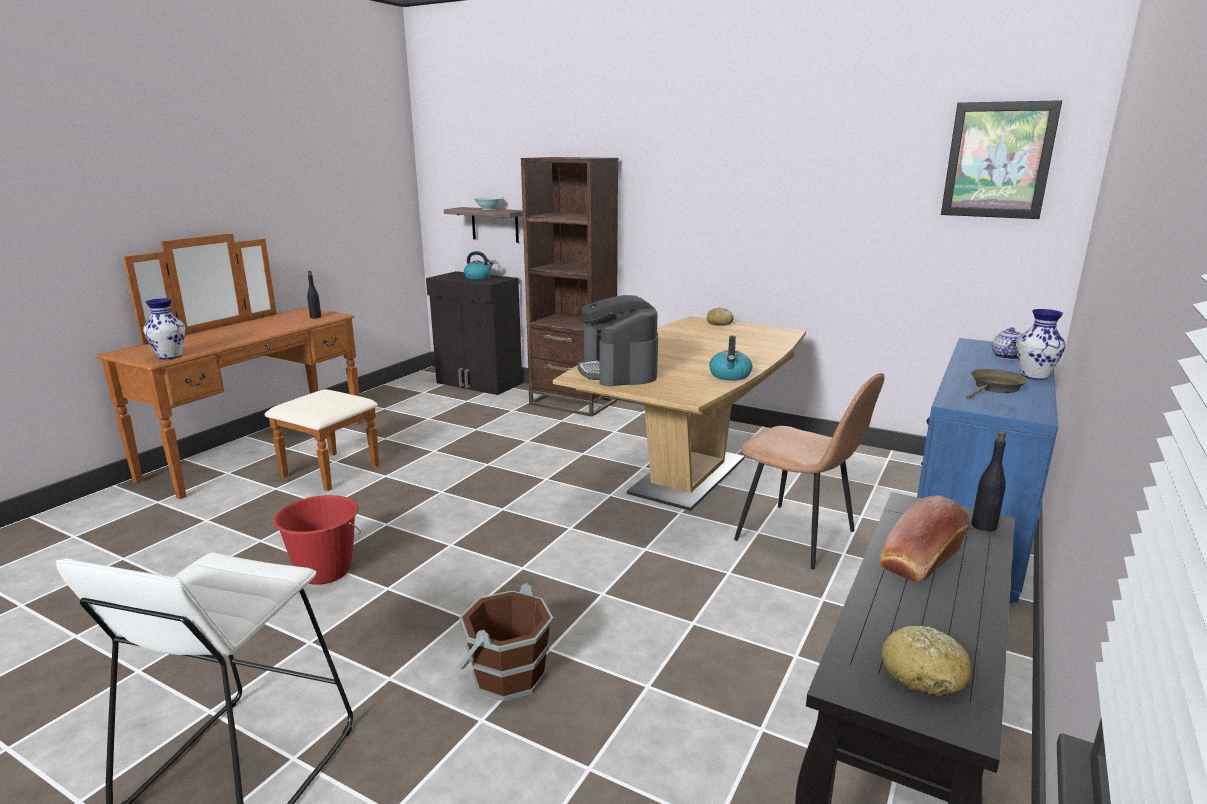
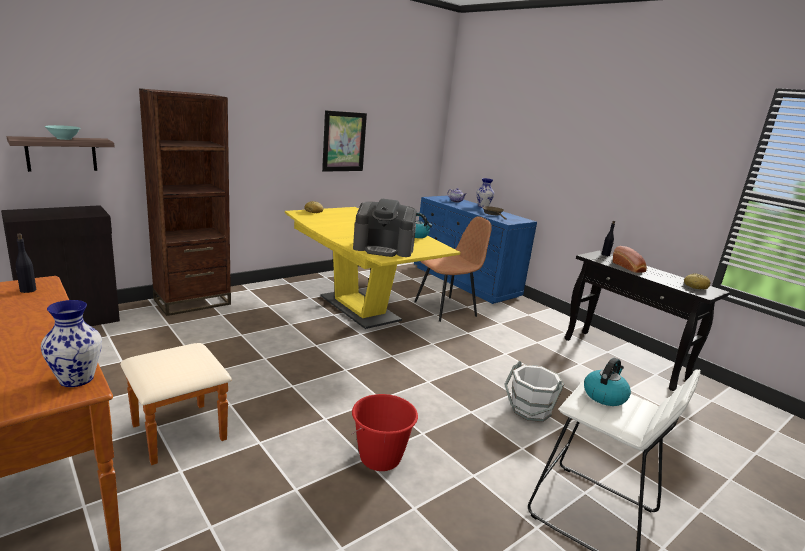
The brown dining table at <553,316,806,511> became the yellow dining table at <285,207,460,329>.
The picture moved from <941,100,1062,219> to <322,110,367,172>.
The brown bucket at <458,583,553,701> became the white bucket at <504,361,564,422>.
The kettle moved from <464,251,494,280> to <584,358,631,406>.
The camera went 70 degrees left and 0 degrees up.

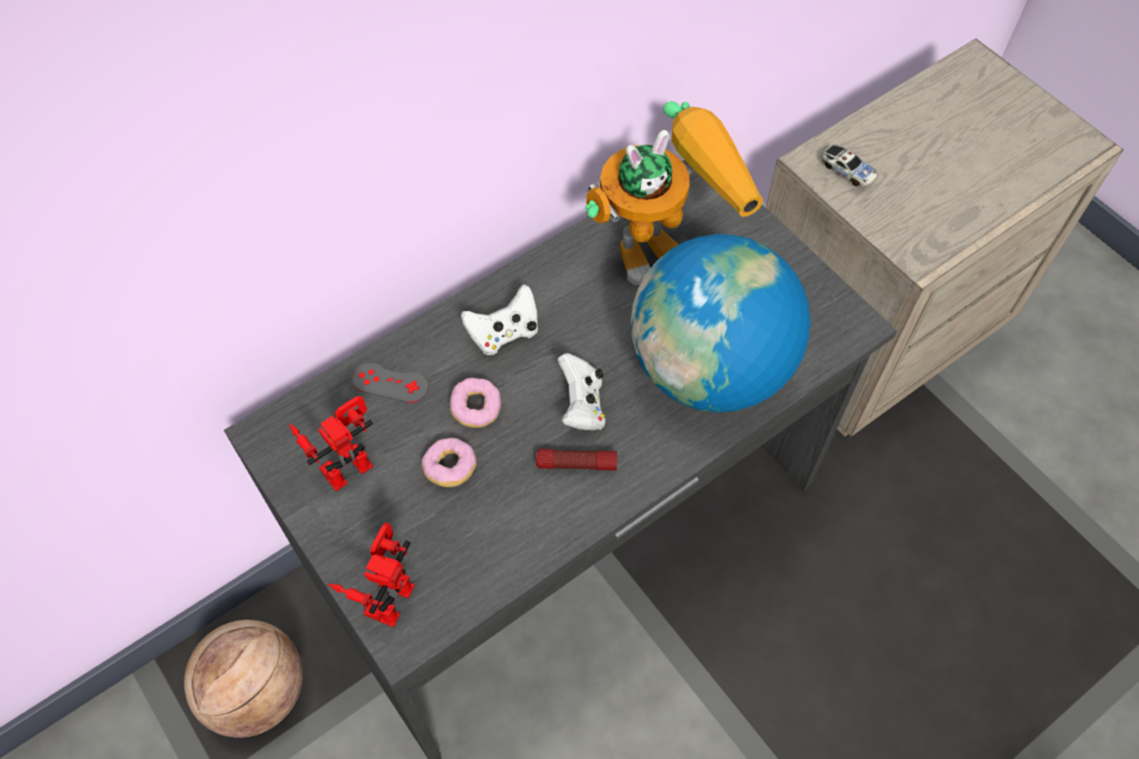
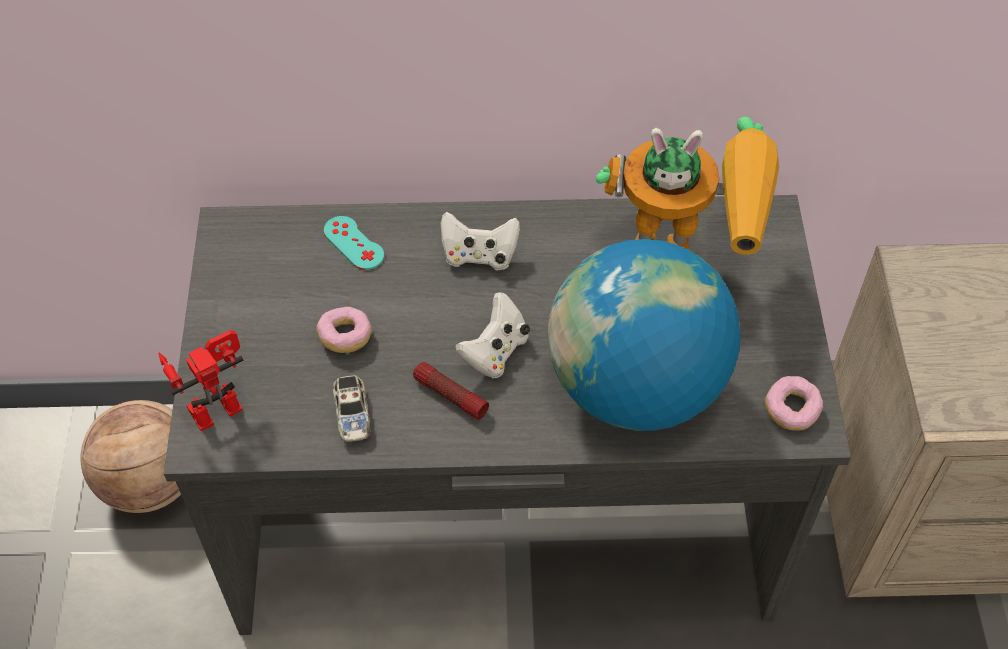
The grey game controller at <352,363,428,403> became the turquoise game controller at <324,216,384,270>.
The toy car moved from <821,145,878,186> to <333,375,371,442>.
The donut moved from <450,378,501,428> to <765,376,823,431>.
The toy robot at <289,396,373,491> disappeared.
The camera went 35 degrees right and 5 degrees down.

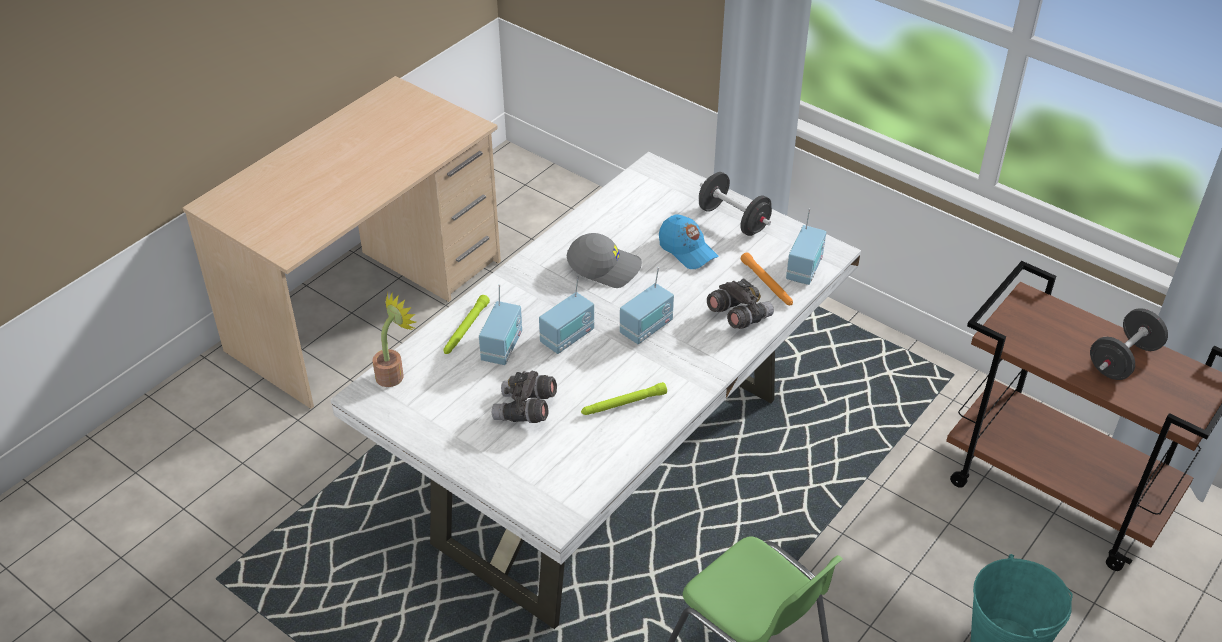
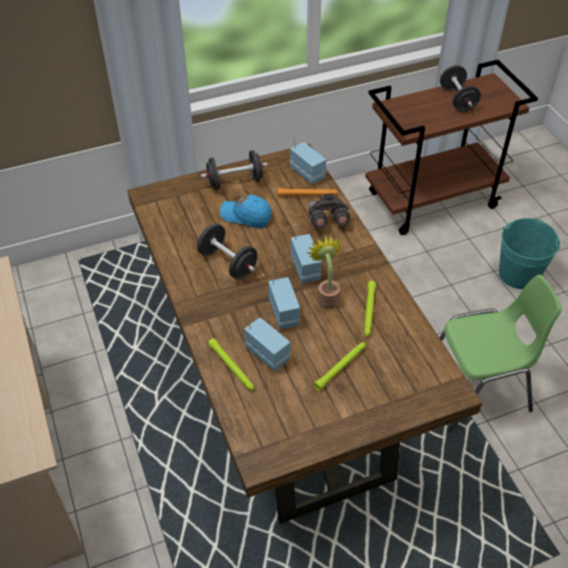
The white dining table at <330,152,861,629> became the brown dining table at <127,143,483,524>.
The grey cap at <567,233,642,288> was replaced by the black dumbbell at <197,224,257,279>.
The blue cap at <659,215,719,269> turned 150 degrees counterclockwise.
The potted plant moved from <373,291,417,387> to <307,236,342,309>.
The grey binoculars at <492,371,557,423> was replaced by the green flashlight at <314,342,366,391>.
The camera went 60 degrees left and 5 degrees up.

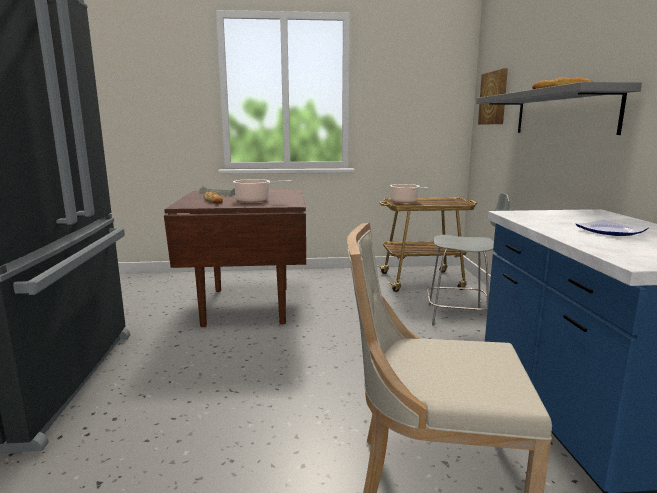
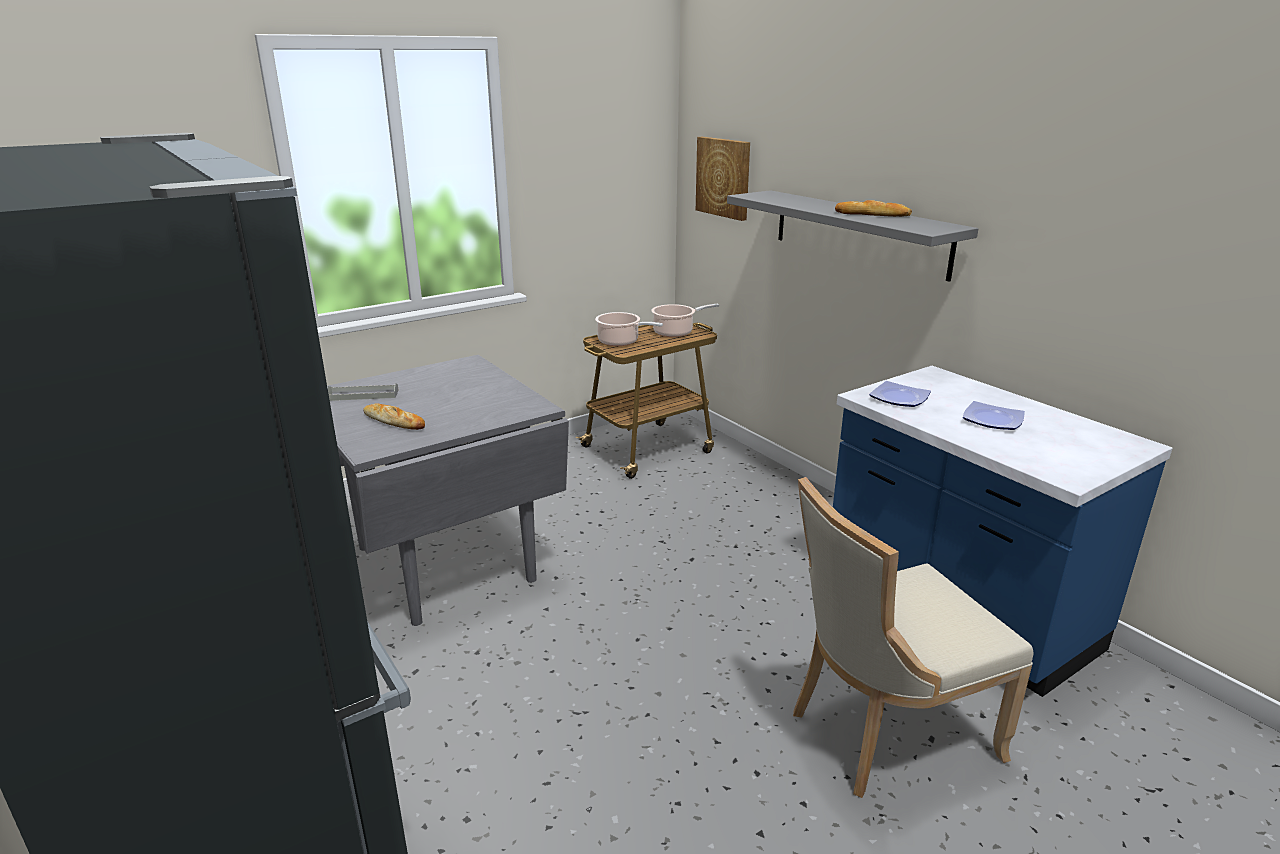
The brown dining table at <164,190,306,327> became the grey dining table at <327,355,569,626>.
The cooking pot moved from <233,179,292,203> to <651,304,719,337>.
The plate at <869,381,931,407> appeared.
The grey chair at <427,193,510,326> disappeared.
The camera went 30 degrees left and 10 degrees up.

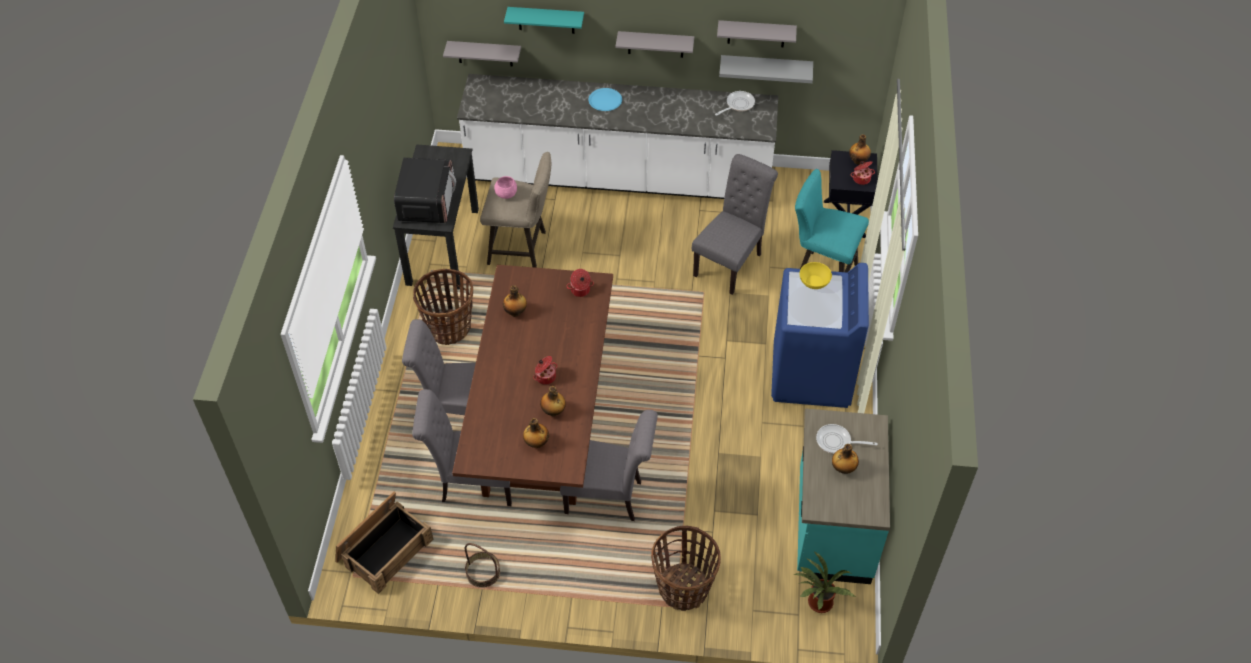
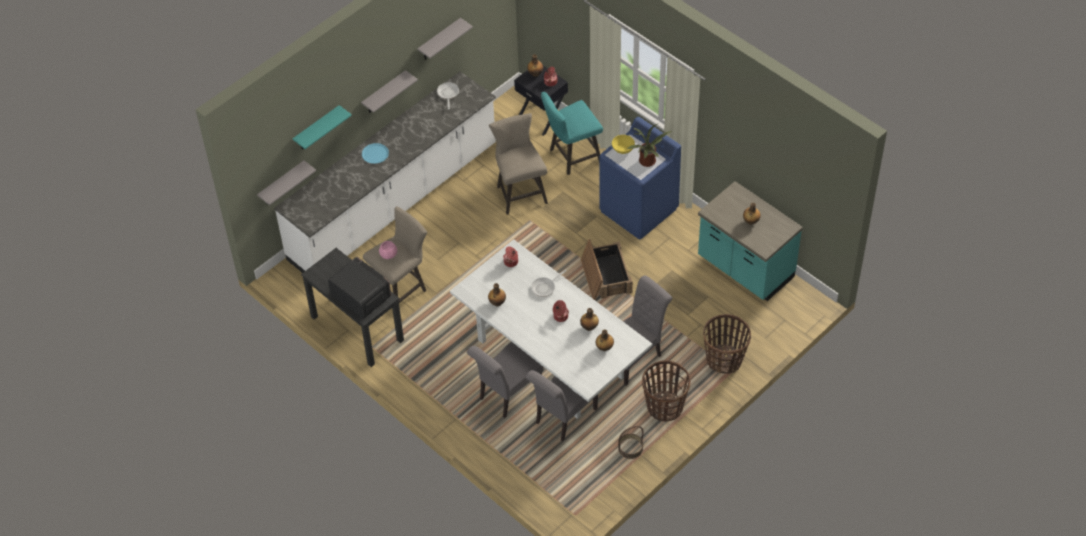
The brown dining table at <452,265,613,505> became the white dining table at <450,239,652,419>.
The grey chair at <692,154,778,295> was replaced by the beige stool at <489,113,548,215>.
The frying pan moved from <816,424,877,454> to <531,270,566,297>.
The crate moved from <335,491,433,594> to <581,239,633,300>.
The potted plant moved from <794,552,856,613> to <627,123,672,167>.
The basket moved from <413,269,473,345> to <642,360,690,422>.
The grey shelf at <719,55,813,83> disappeared.
The camera went 50 degrees left and 0 degrees up.

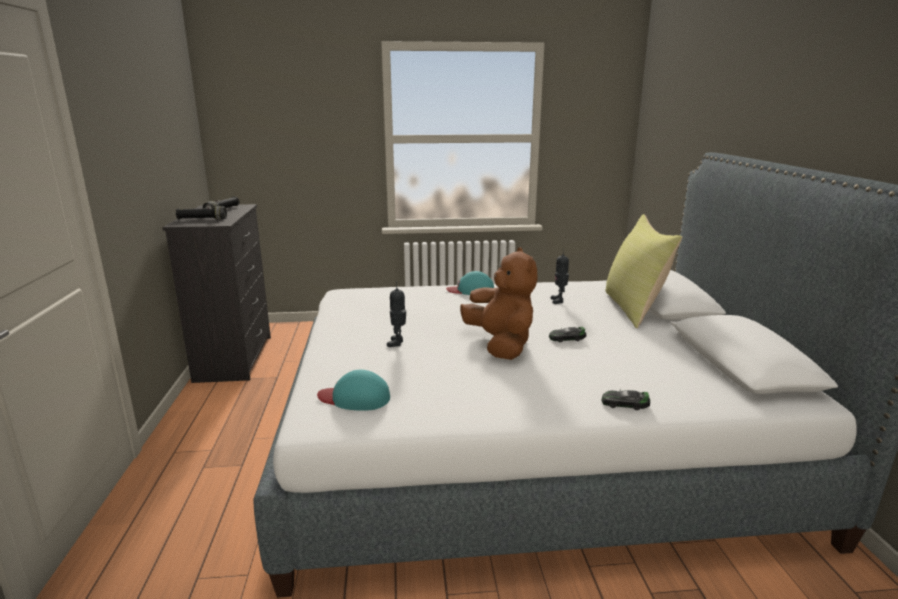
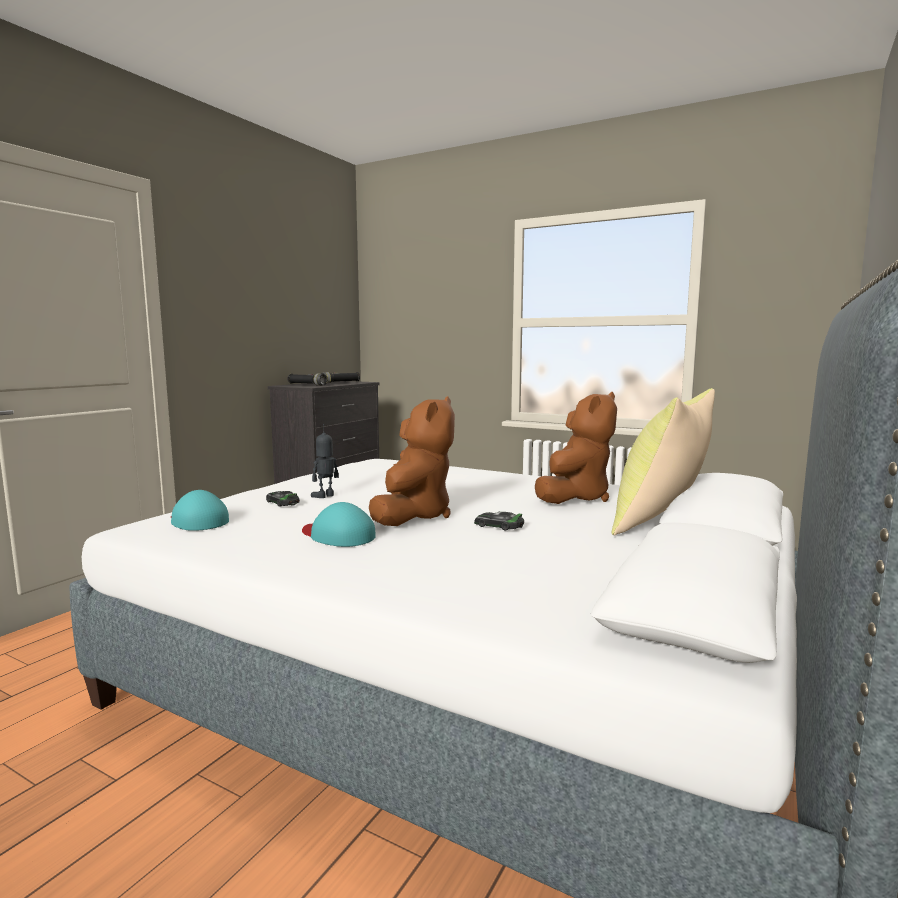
The toy car moved from <601,389,650,410> to <266,491,300,507>.
The turquoise cap moved from <446,271,494,295> to <302,502,376,547>.
The toy robot at <551,249,569,304> was replaced by the brown plush toy at <535,392,617,504>.
The camera went 35 degrees right and 10 degrees down.

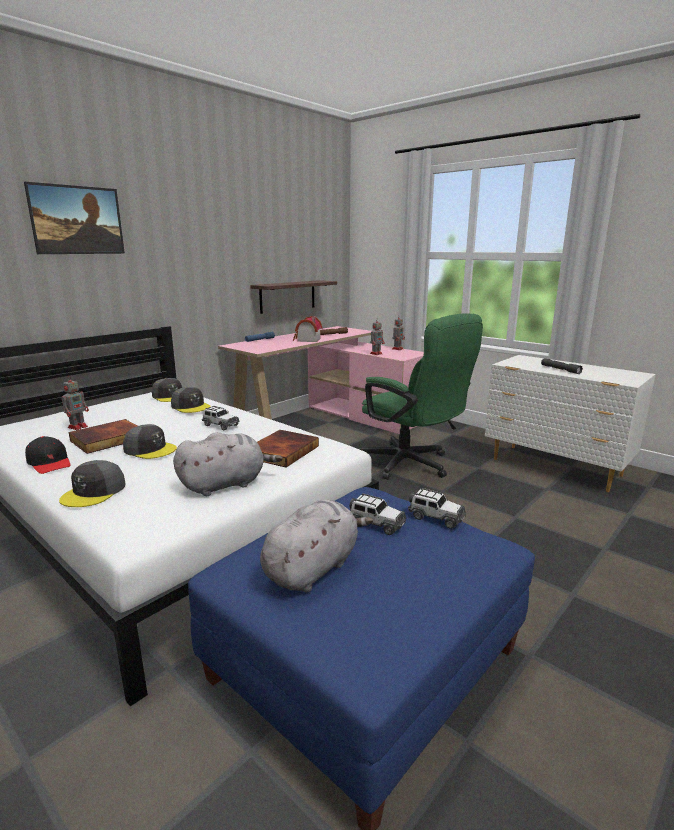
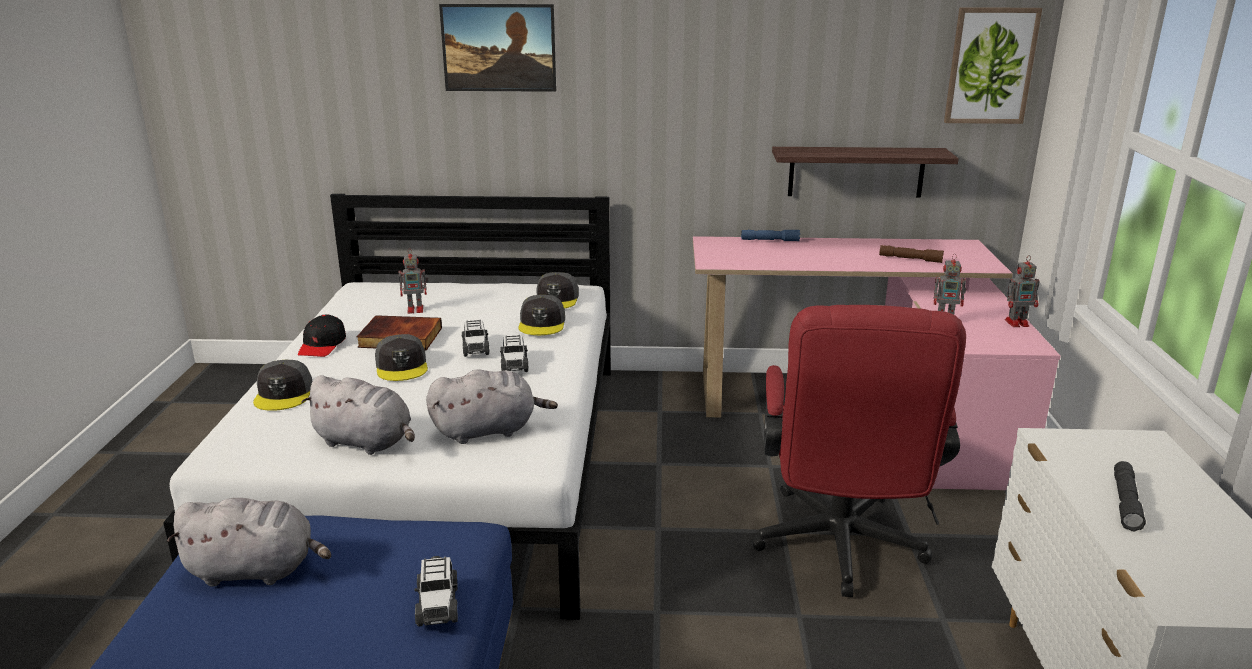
The grey cap at <59,460,125,507> turned 75 degrees counterclockwise.
The book at <257,430,319,467> was replaced by the grey plush toy at <426,369,558,444>.
The toy car moved from <349,493,406,535> to <461,320,490,357>.
The green office chair at <359,313,483,480> became the red office chair at <752,305,966,597>.
The picture at <944,7,1042,124> appeared.
The toy house at <293,316,322,342> disappeared.
The camera went 50 degrees right and 5 degrees up.

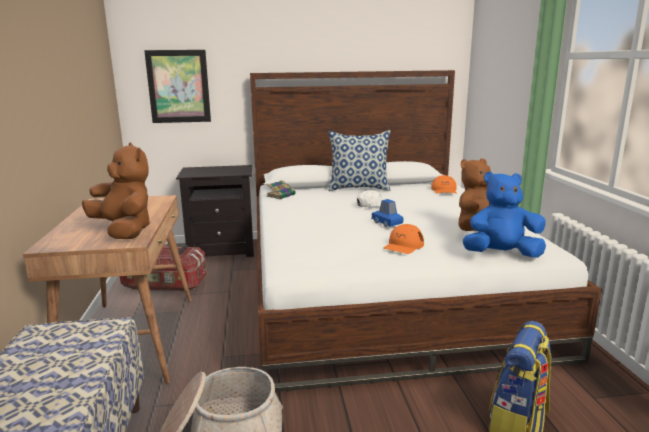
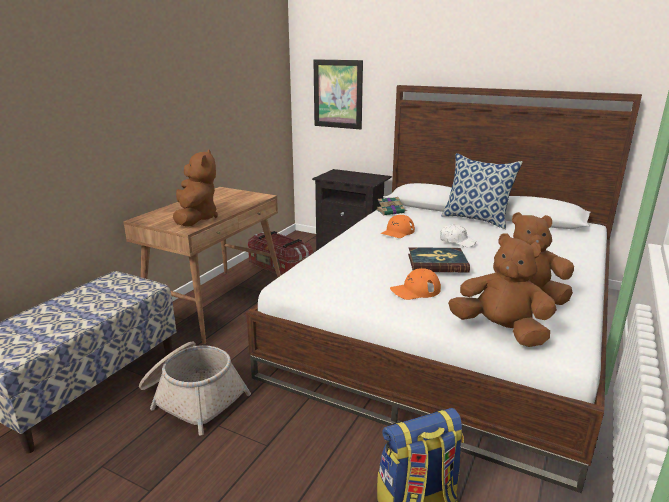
The orange cap moved from <431,175,457,194> to <381,215,415,238>.
The blue toy car at <371,199,403,227> was replaced by the book at <408,247,470,272>.
The blue plush toy at <463,171,546,258> became the brown plush toy at <448,233,557,347>.
The camera went 35 degrees right and 5 degrees up.

